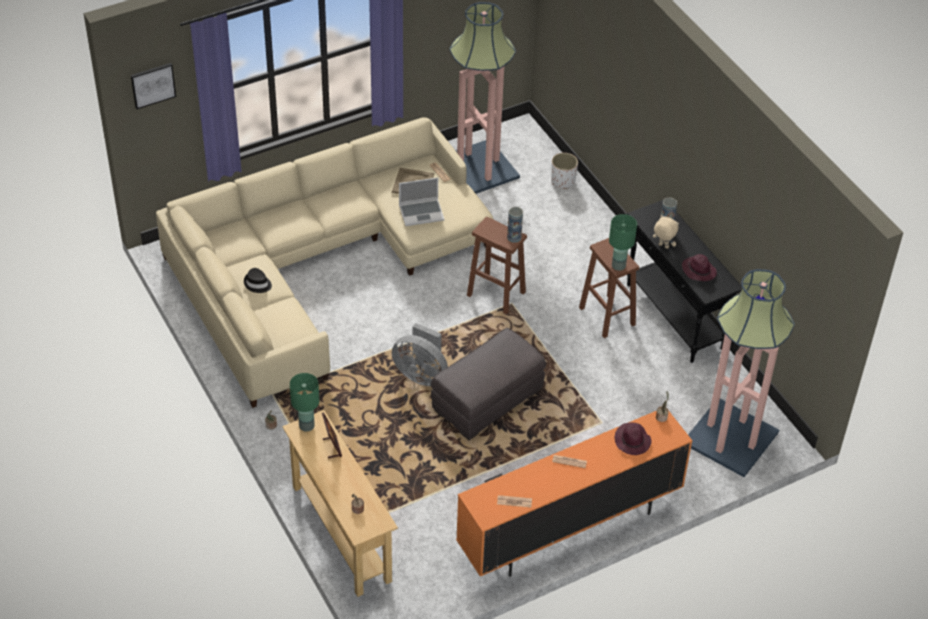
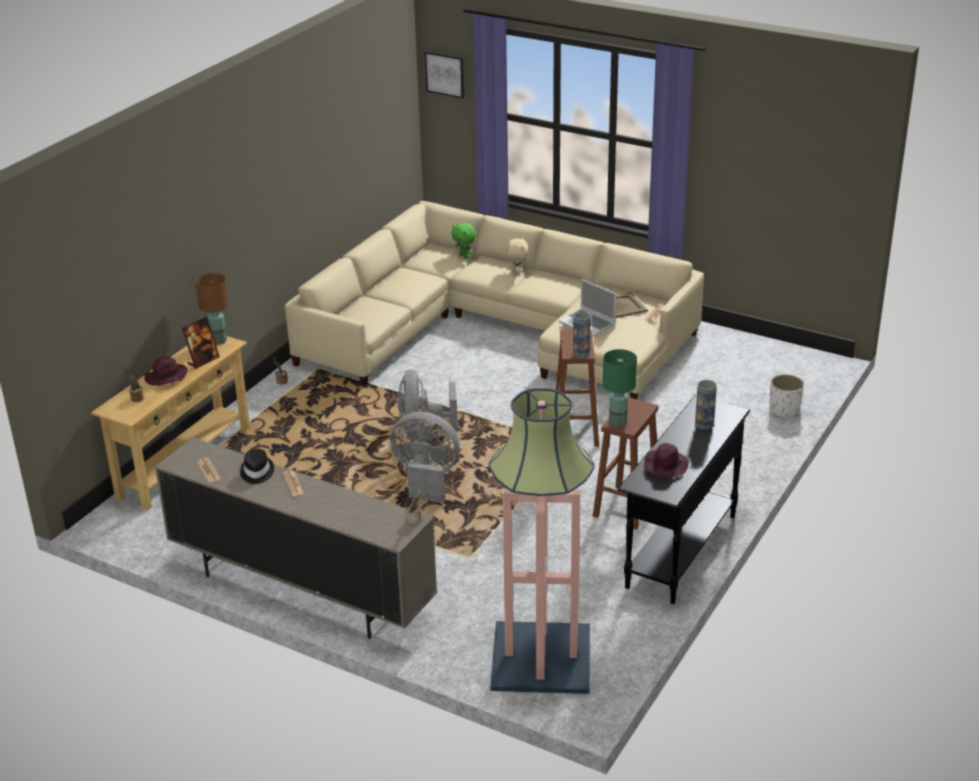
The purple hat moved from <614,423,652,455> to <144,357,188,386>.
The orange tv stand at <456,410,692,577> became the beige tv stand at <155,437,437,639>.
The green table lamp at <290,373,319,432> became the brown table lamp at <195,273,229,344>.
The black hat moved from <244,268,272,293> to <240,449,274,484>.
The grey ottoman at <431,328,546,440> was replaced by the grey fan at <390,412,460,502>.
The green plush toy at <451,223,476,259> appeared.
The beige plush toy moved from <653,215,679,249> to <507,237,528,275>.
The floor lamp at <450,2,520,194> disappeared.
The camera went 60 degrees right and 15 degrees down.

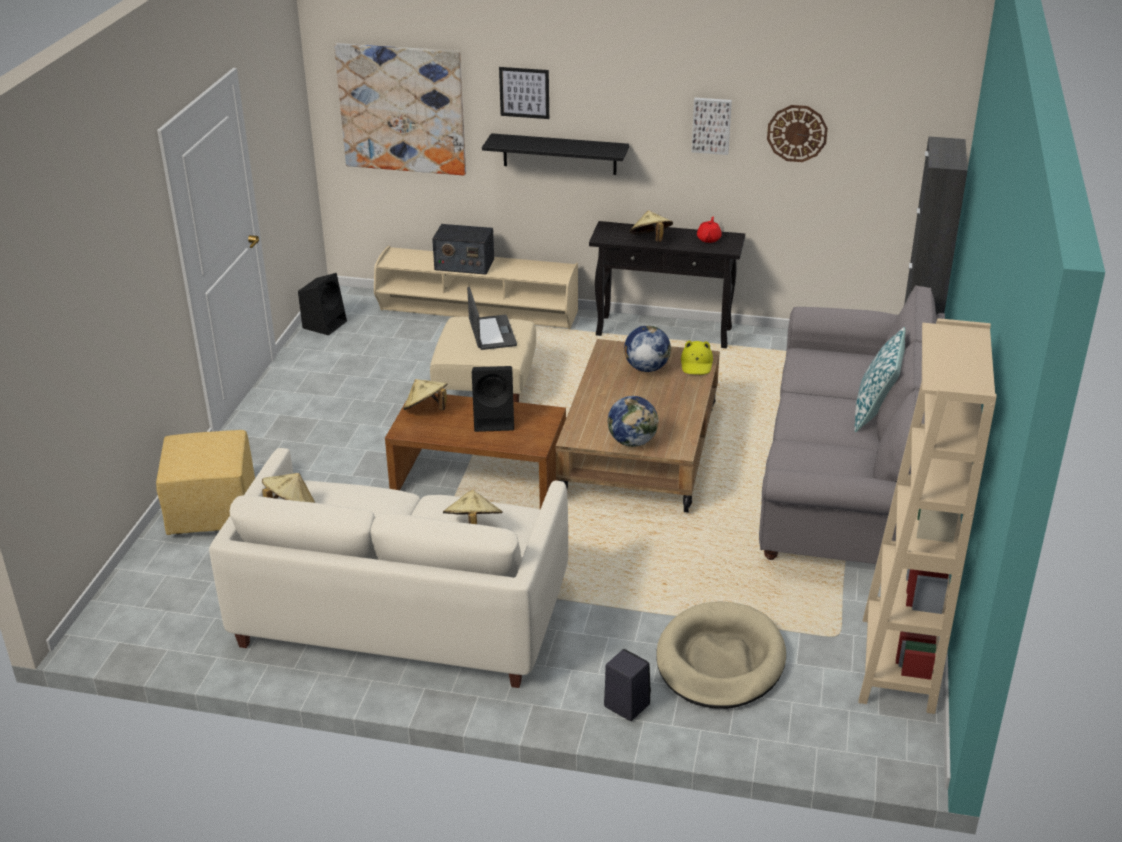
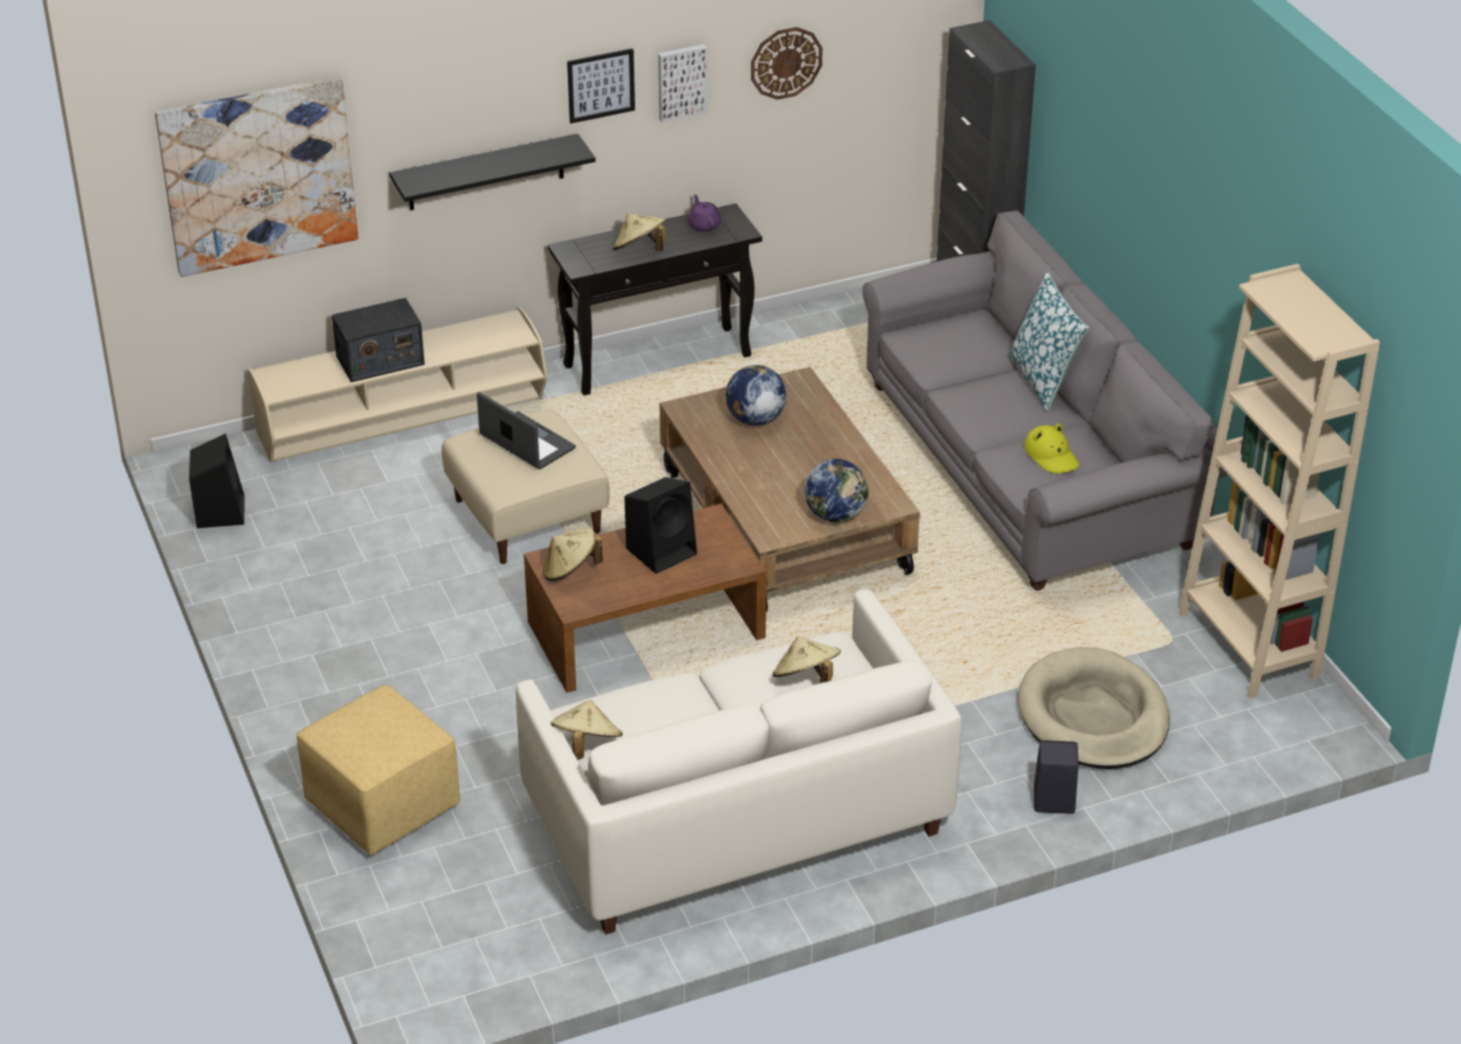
The picture moved from <499,67,549,119> to <567,48,635,123>.
The red teapot at <697,217,722,243> became the purple teapot at <688,194,721,232>.
The yellow hat moved from <681,340,713,375> to <1024,423,1079,473>.
The camera went 35 degrees left and 5 degrees up.

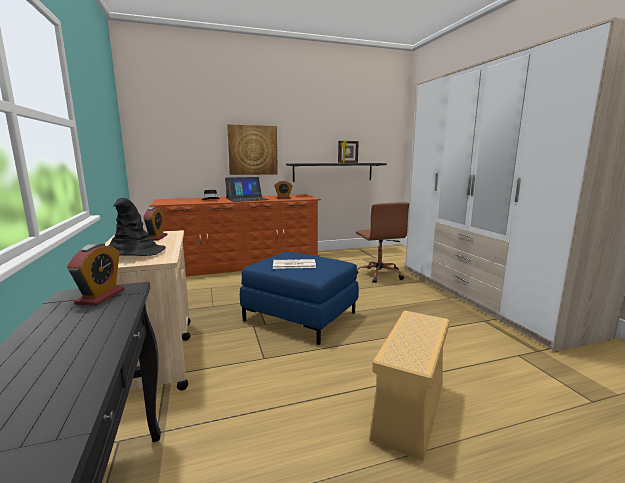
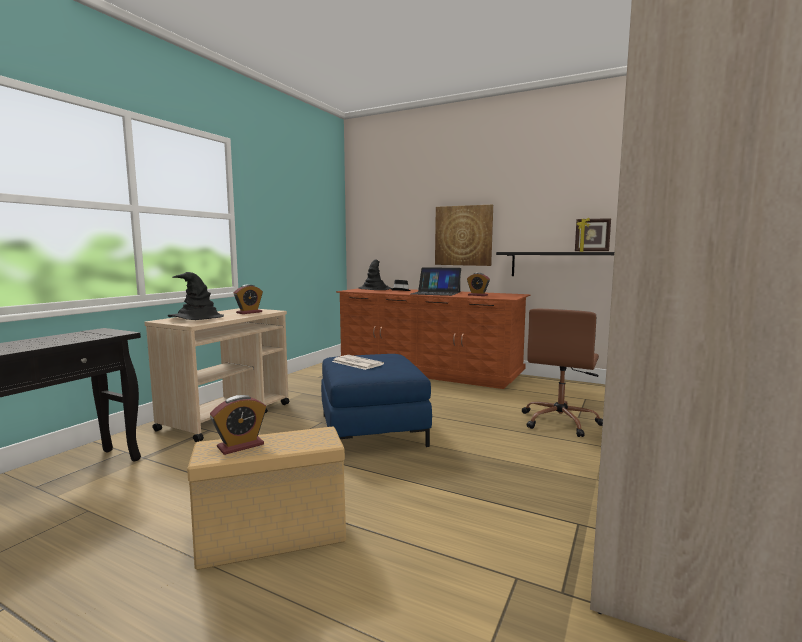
The alarm clock moved from <67,243,125,306> to <210,395,266,455>.
The black hat at <358,260,392,290> appeared.
The camera went 45 degrees right and 5 degrees down.

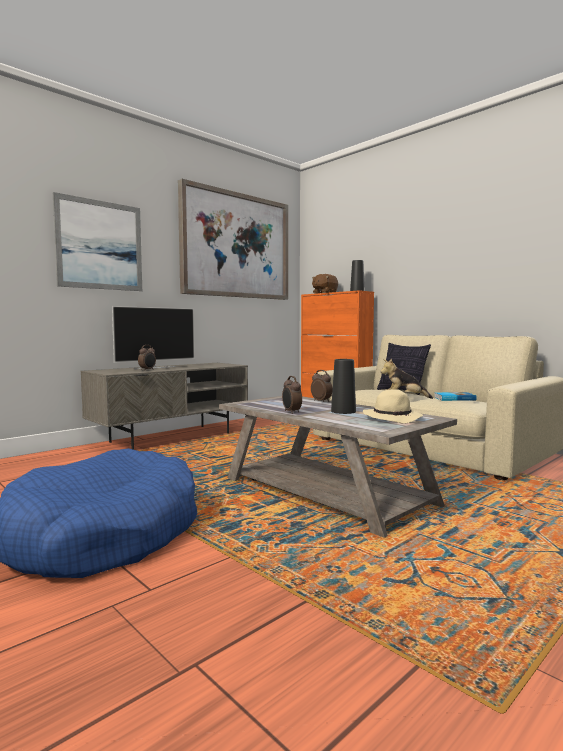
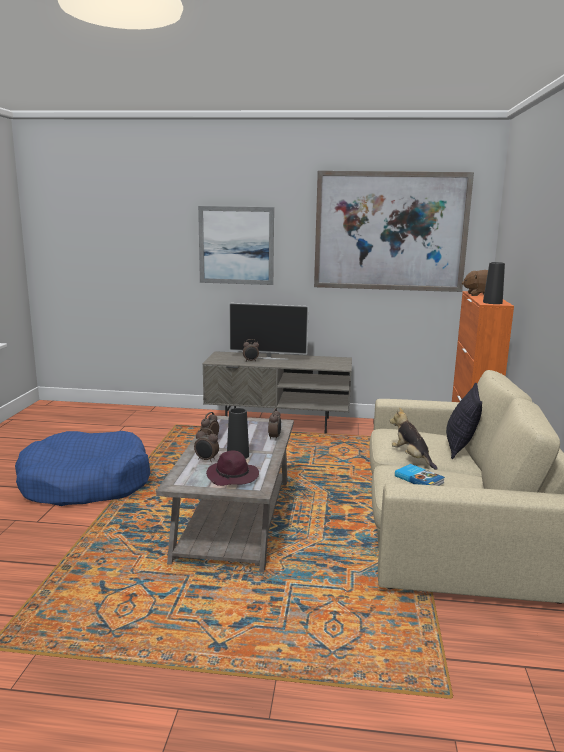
The alarm clock at <194,428,219,462> appeared.
The beige hat at <363,389,423,424> became the purple hat at <206,450,259,486>.
The camera went 50 degrees right and 10 degrees up.

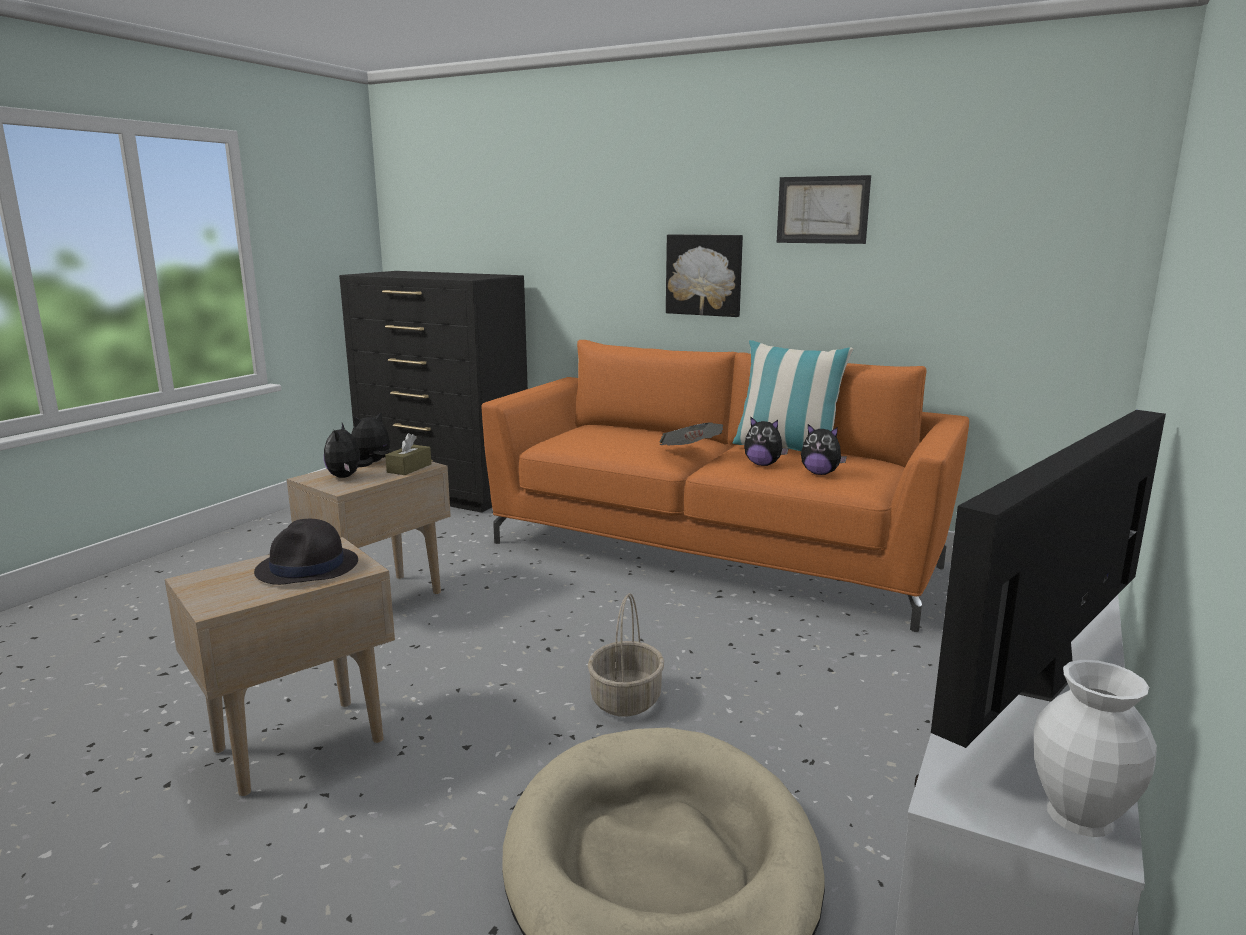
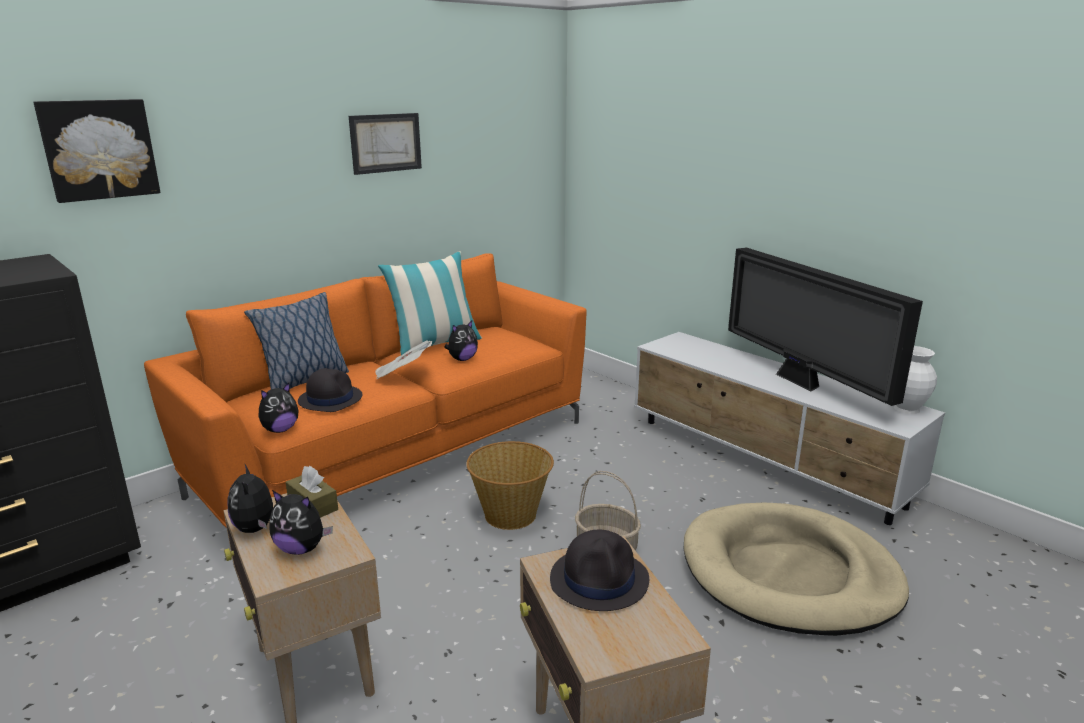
The picture moved from <666,234,743,317> to <33,99,161,203>.
The pillow at <244,292,349,389> appeared.
The plush toy moved from <801,424,847,475> to <258,383,299,433>.
The black hat at <298,368,362,412> appeared.
The basket at <466,441,554,530> appeared.
The camera went 70 degrees left and 5 degrees up.

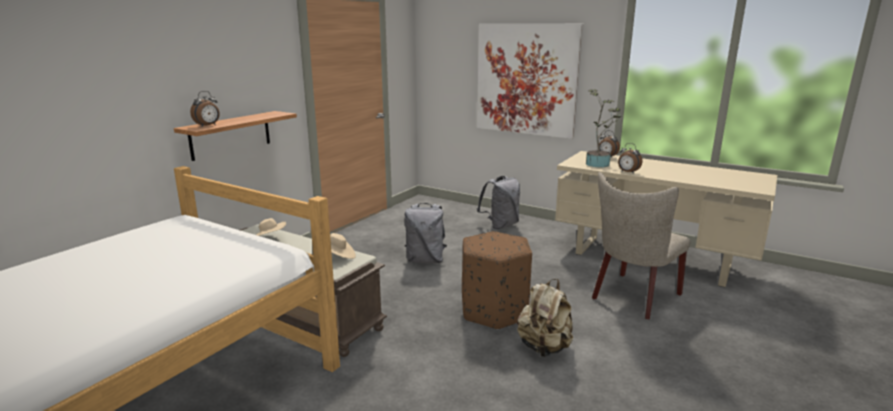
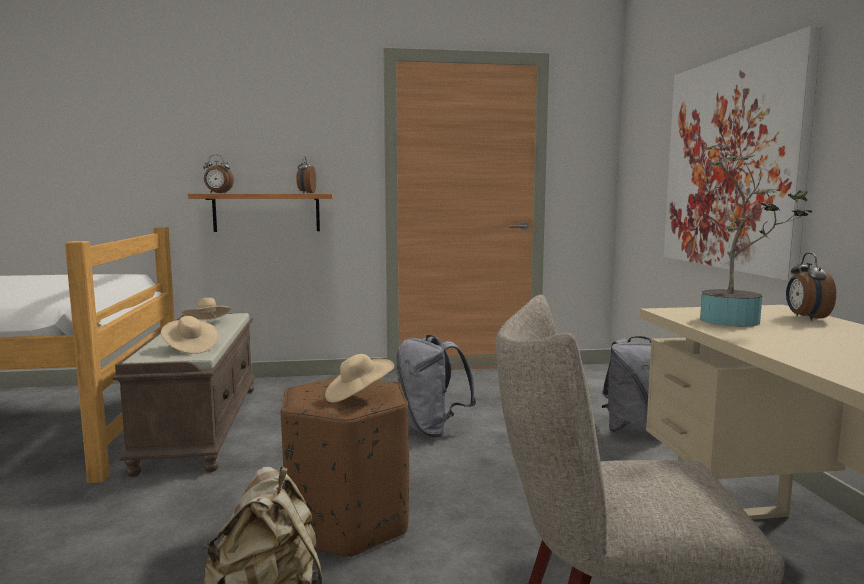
The alarm clock moved from <618,143,642,174> to <296,156,316,193>.
The beige hat at <325,354,394,403> appeared.
The camera went 50 degrees right and 10 degrees down.

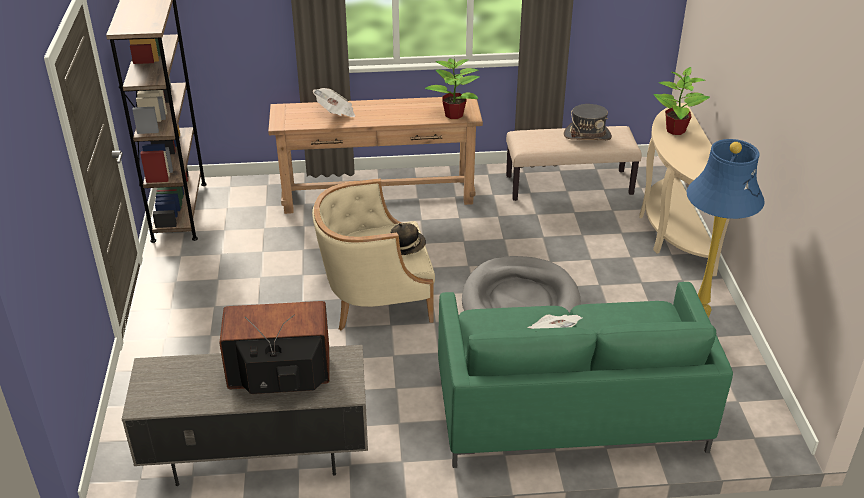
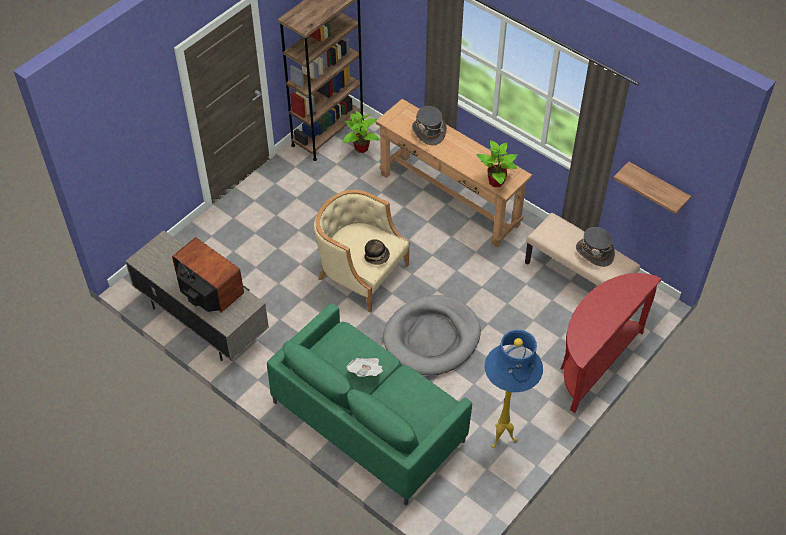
The potted plant moved from <653,67,710,135> to <342,111,380,153>.
The newspaper at <313,88,355,117> was replaced by the grey hat at <412,106,447,145>.
The beige console table at <639,103,730,276> became the red console table at <561,273,661,413>.
The shelf at <613,162,691,214> appeared.
The camera went 45 degrees right and 15 degrees up.

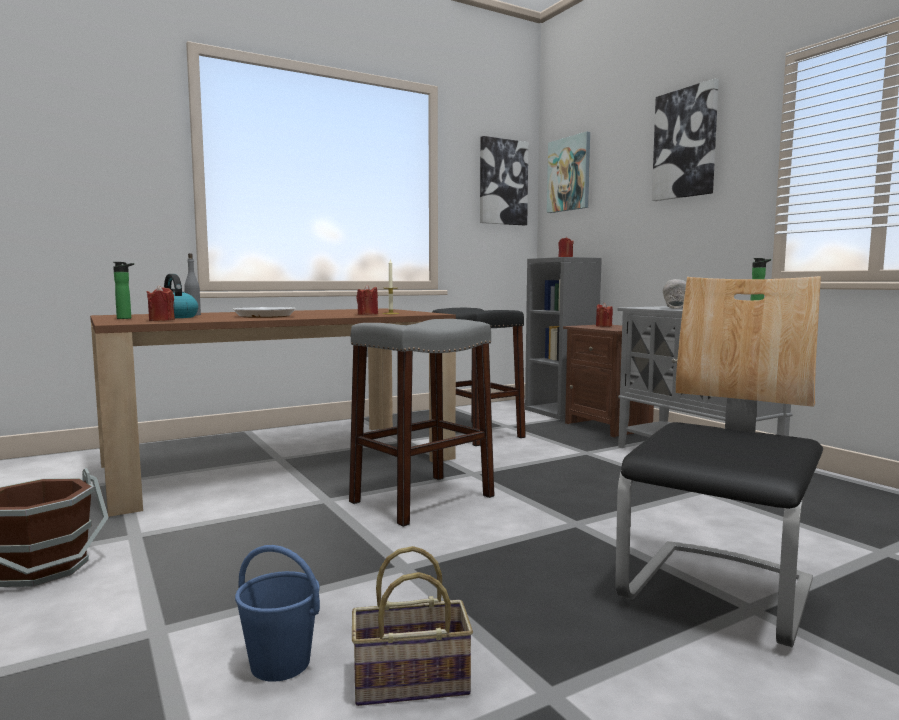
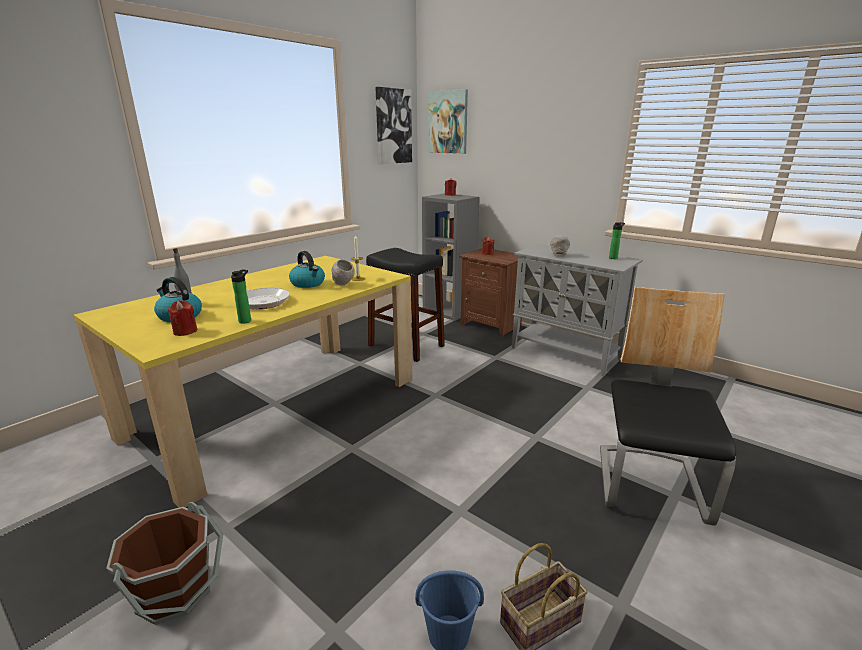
The brown dining table at <90,308,456,517> became the yellow dining table at <74,256,412,508>.
The bottle moved from <113,262,134,319> to <231,269,251,324>.
The kettle at <289,251,325,288> appeared.
The red candle at <357,284,378,315> was replaced by the grey bowl at <331,260,355,286>.
The grey stool at <349,319,494,527> disappeared.
The picture at <652,78,719,201> disappeared.
The camera went 20 degrees left and 15 degrees up.

